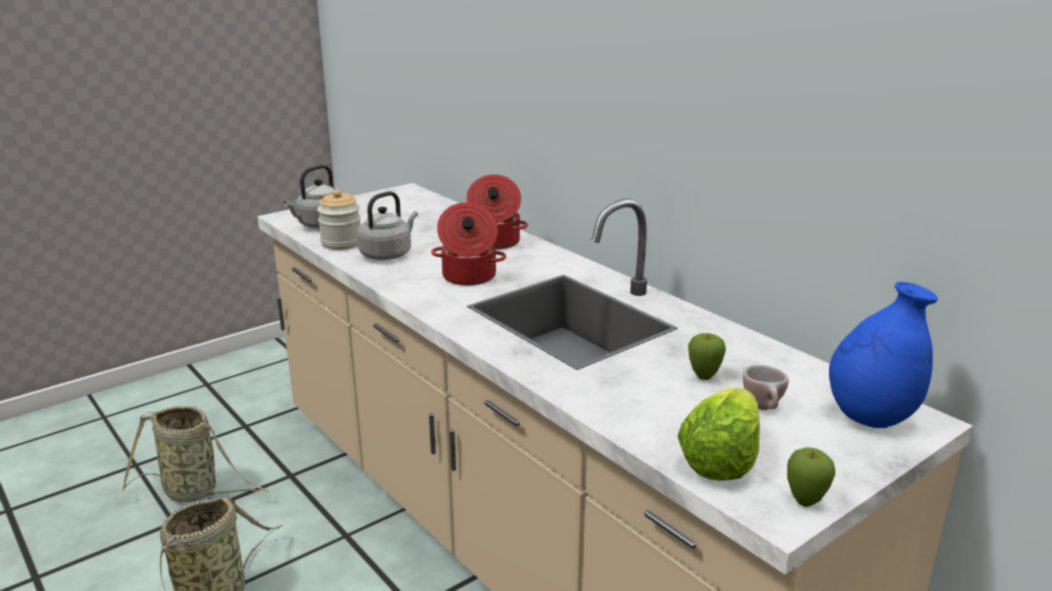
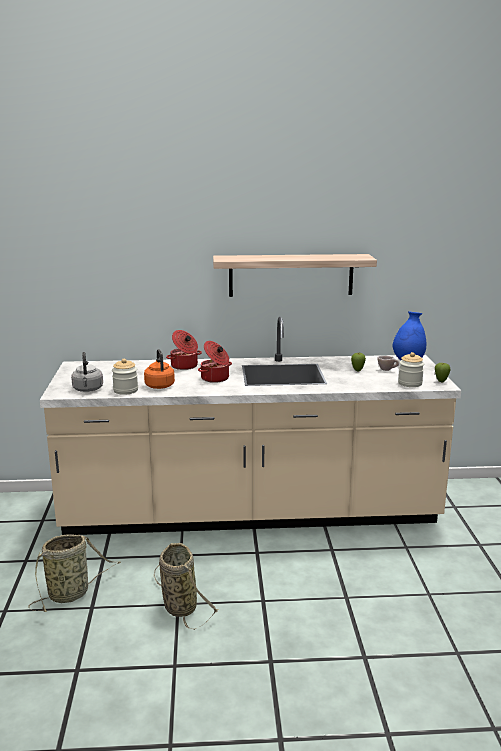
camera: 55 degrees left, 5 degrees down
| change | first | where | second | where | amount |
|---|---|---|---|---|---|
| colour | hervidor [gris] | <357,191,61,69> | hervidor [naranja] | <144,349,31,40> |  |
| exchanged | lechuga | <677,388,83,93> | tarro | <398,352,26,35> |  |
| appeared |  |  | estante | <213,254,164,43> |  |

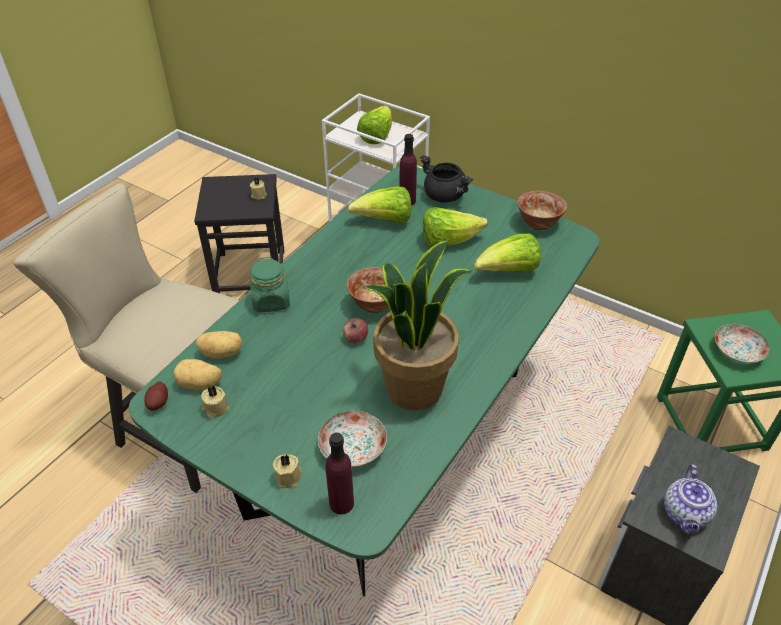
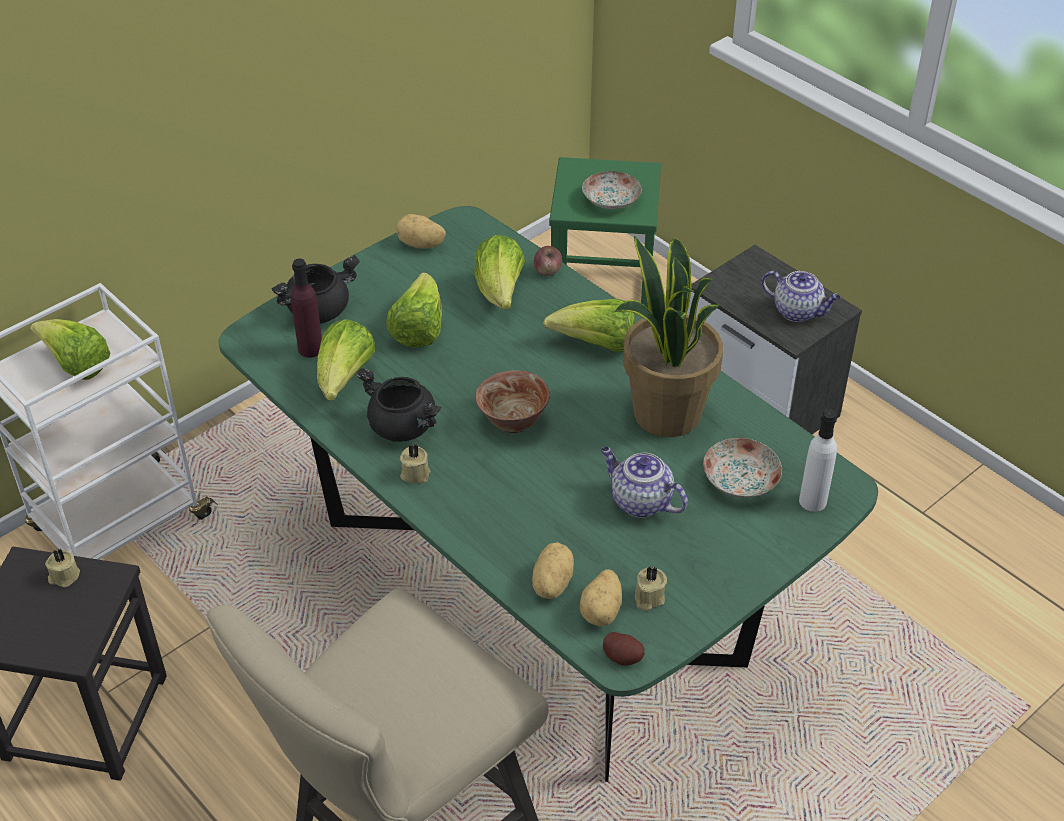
camera: 75 degrees left, 0 degrees up
| change | first | where | second | where | amount |
|---|---|---|---|---|---|
| missing | tarro [verde] | <250,257,40,55> |  |  |  |
| relocated | vela [beis] | <273,454,29,35> |  | <400,444,30,40> |  |
| colour | botella [morado] | <326,433,28,81> | botella [blanco] | <799,409,38,103> |  |
| relocated | manzana | <343,318,25,25> |  | <534,246,28,30> |  |
| exchanged | cuenco | <517,191,50,39> | patata | <396,214,50,35> |  |
| appeared |  |  | olla [negro] | <356,368,85,74> |  |
| appeared |  |  | lechuga | <543,299,92,53> |  |
| appeared |  |  | tetera | <601,447,87,71> |  |

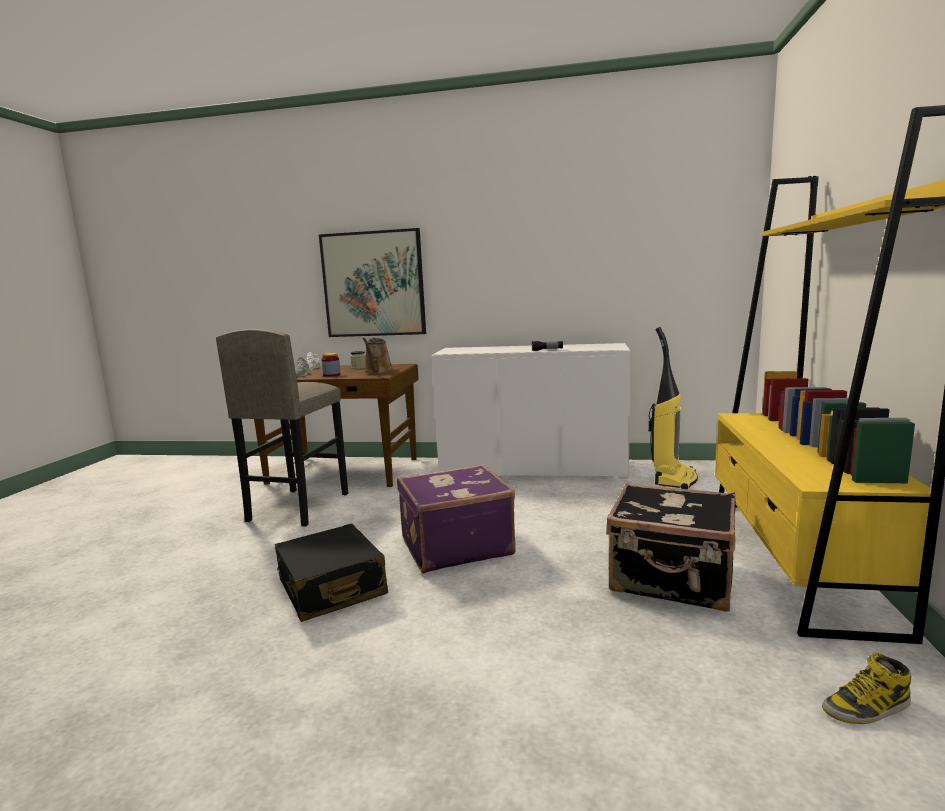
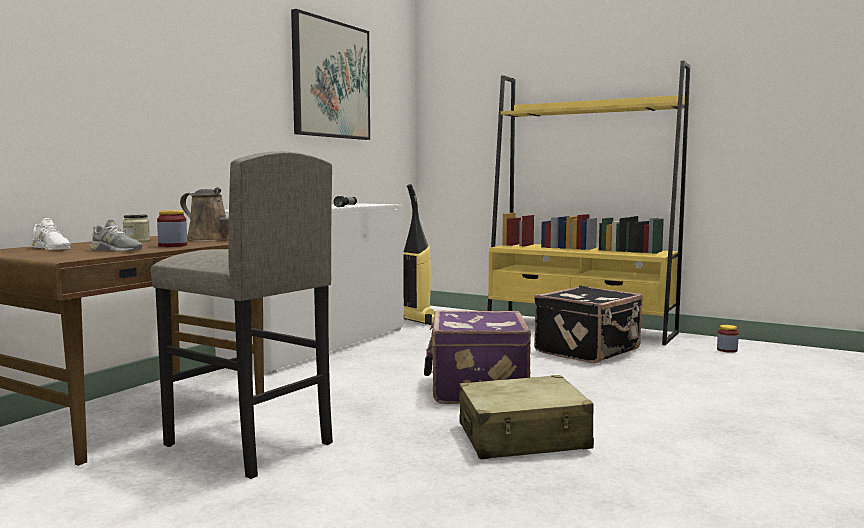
camera: 70 degrees left, 5 degrees down
| change | first | where | second | where | amount |
|---|---|---|---|---|---|
| colour | maleta [negro] | <275,524,113,98> | maleta [beis] | <459,375,135,84> |  |
| relocated | cuadro | <319,228,107,109> |  | <291,9,79,131> |  |
| exchanged | bota | <822,653,89,71> | tarro | <717,325,22,28> |  |

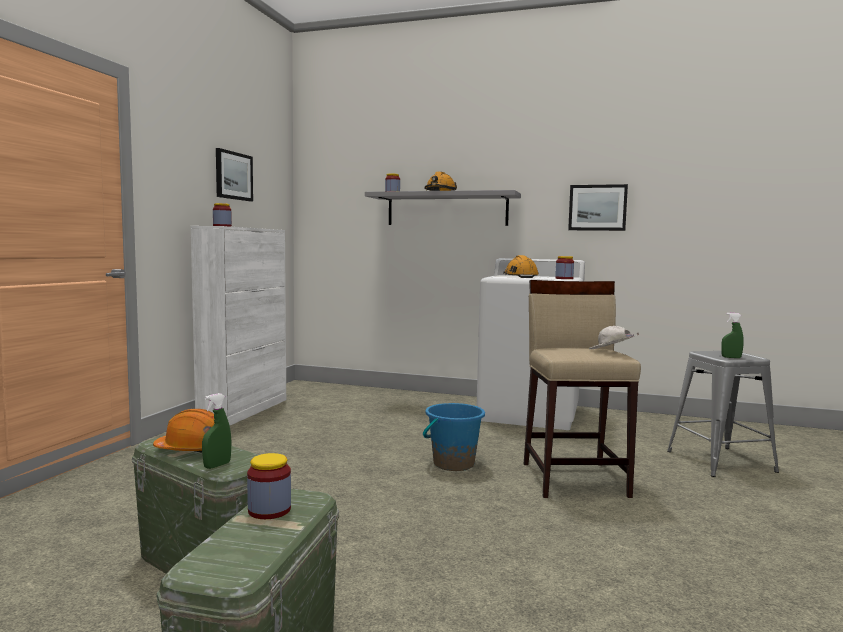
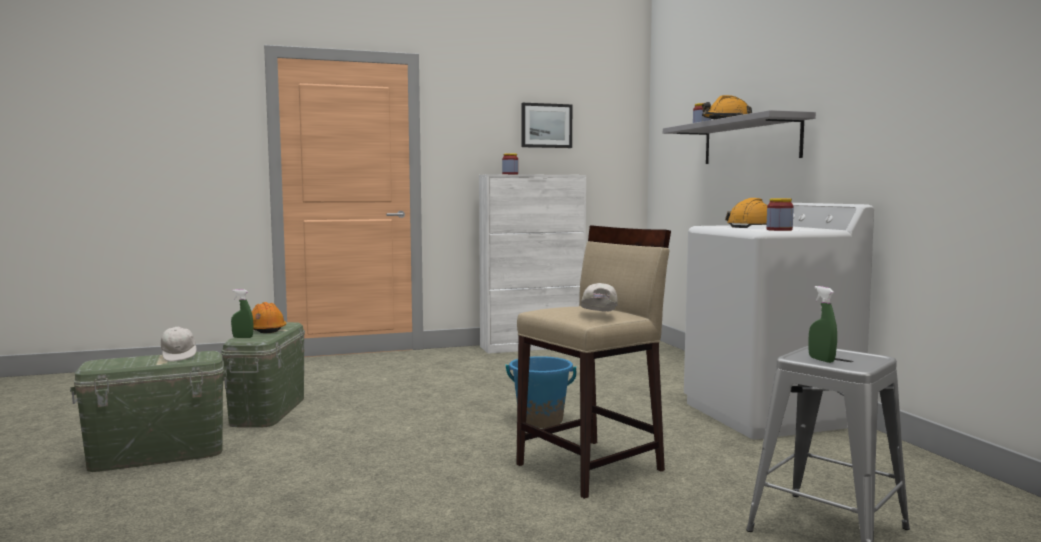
camera: 55 degrees right, 0 degrees up
| change | first | where | second | where | amount |
|---|---|---|---|---|---|
| exchanged | tarro | <247,453,44,66> | gorra [blanco] | <161,326,35,36> |  |
| missing | cuadro | <568,184,60,47> |  |  |  |

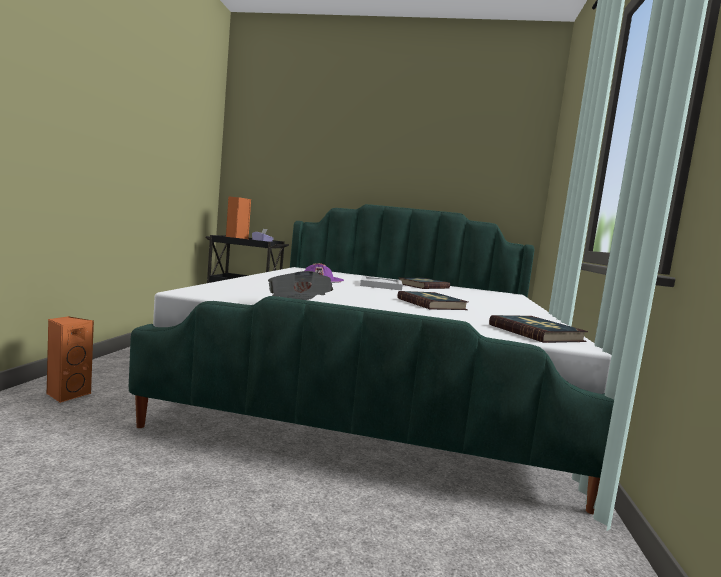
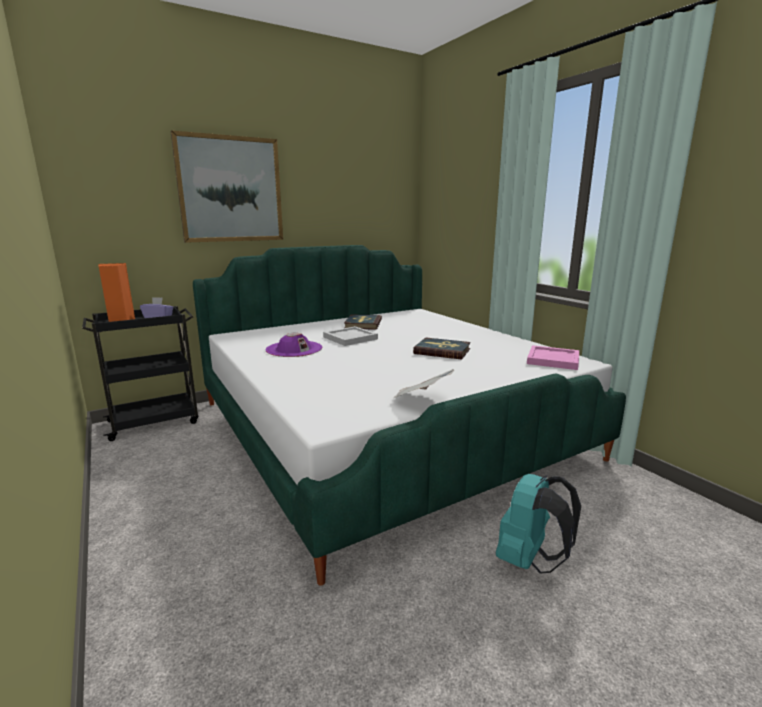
camera: 40 degrees left, 10 degrees up
| change | first | where | second | where | amount |
|---|---|---|---|---|---|
| missing | altavoz [naranja] | <46,316,48,87> |  |  |  |
| exchanged | libro | <489,315,99,28> | bandeja [rosa] | <527,345,52,25> |  |
| appeared |  |  | cuadro | <170,130,113,113> |  |
| appeared |  |  | mochila [turquesa] | <496,474,85,100> |  |

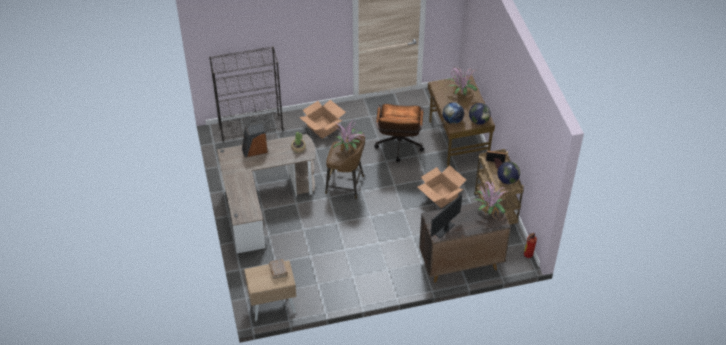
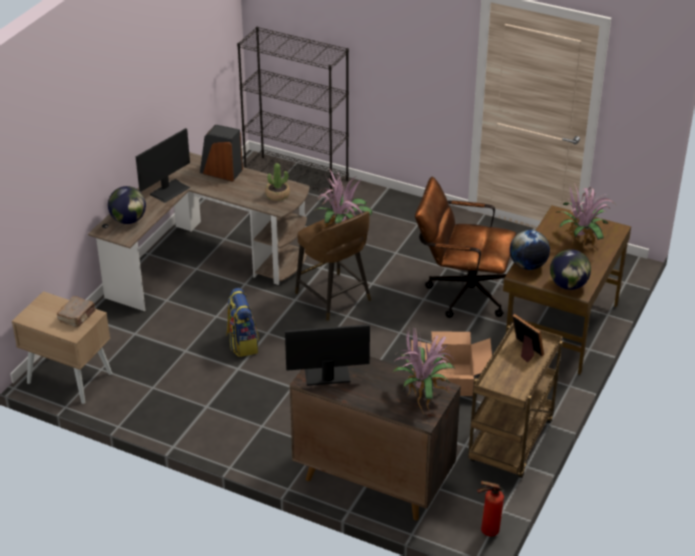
camera: 40 degrees right, 10 degrees down
| change | first | where | second | where | amount |
|---|---|---|---|---|---|
| missing | caja de cartón | <299,100,47,39> |  |  |  |
| spun | silla de oficina [marrón] | <374,104,50,58> |  | <415,177,101,141> | 60 degrees clockwise |
| relocated | globo terráqueo | <497,162,23,22> |  | <108,186,38,38> |  |
| appeared |  |  | monitor | <136,128,55,75> |  |
| appeared |  |  | mochila | <226,288,33,69> |  |

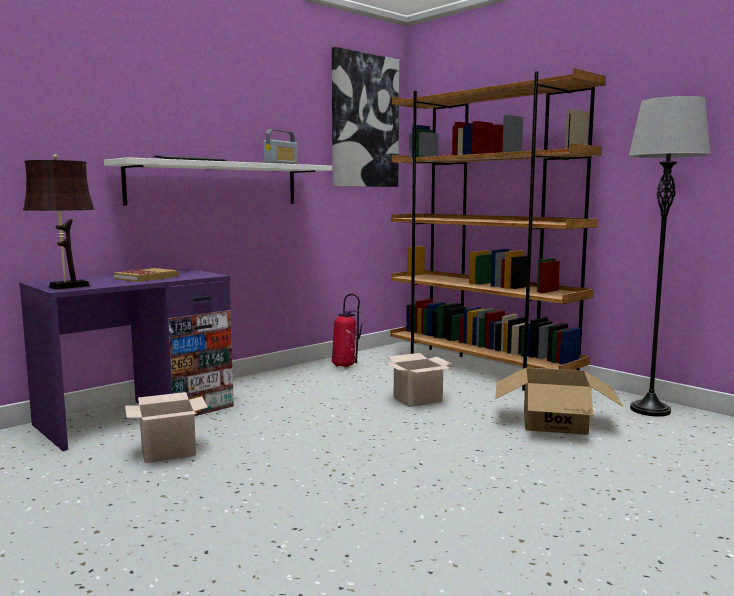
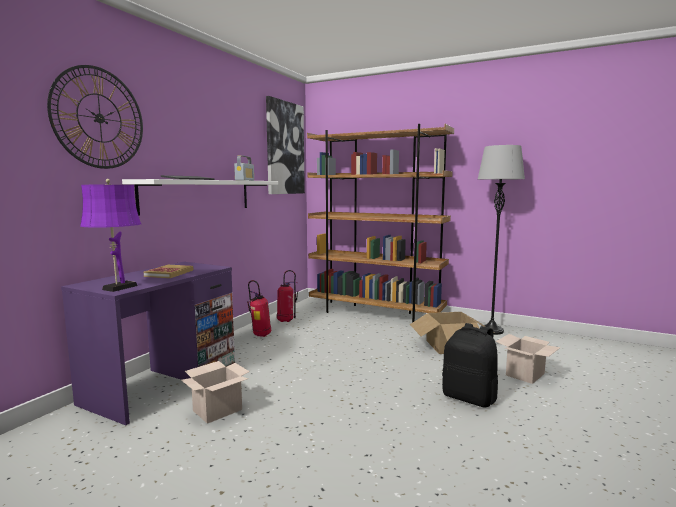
camera: 20 degrees left, 0 degrees up
| change | first | where | second | where | amount |
|---|---|---|---|---|---|
| colour | lámpara de mesa [marrón] | <23,154,72,136> | lámpara de mesa [morado] | <80,179,61,113> |  |
| relocated | caja de cartón | <386,353,66,54> |  | <496,334,65,50> |  |
| appeared |  |  | reloj de pared | <47,65,96,104> |  |
| appeared |  |  | extintor | <247,280,24,57> |  |
| appeared |  |  | mochila [negro] | <442,323,56,85> |  |

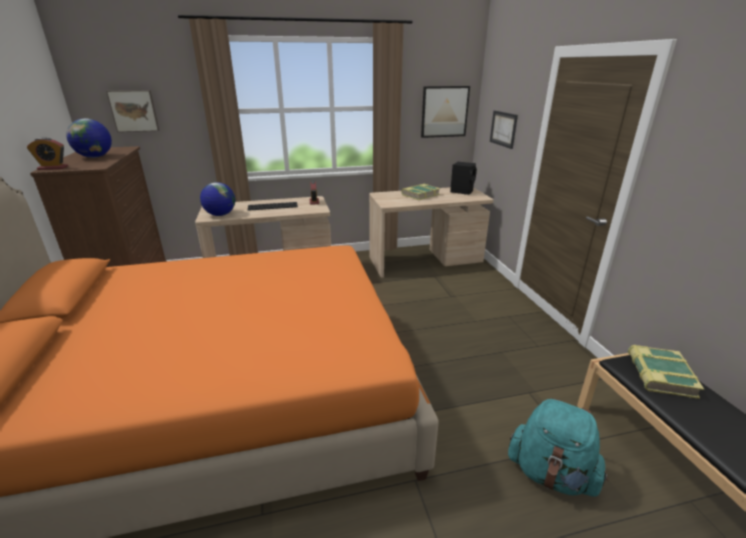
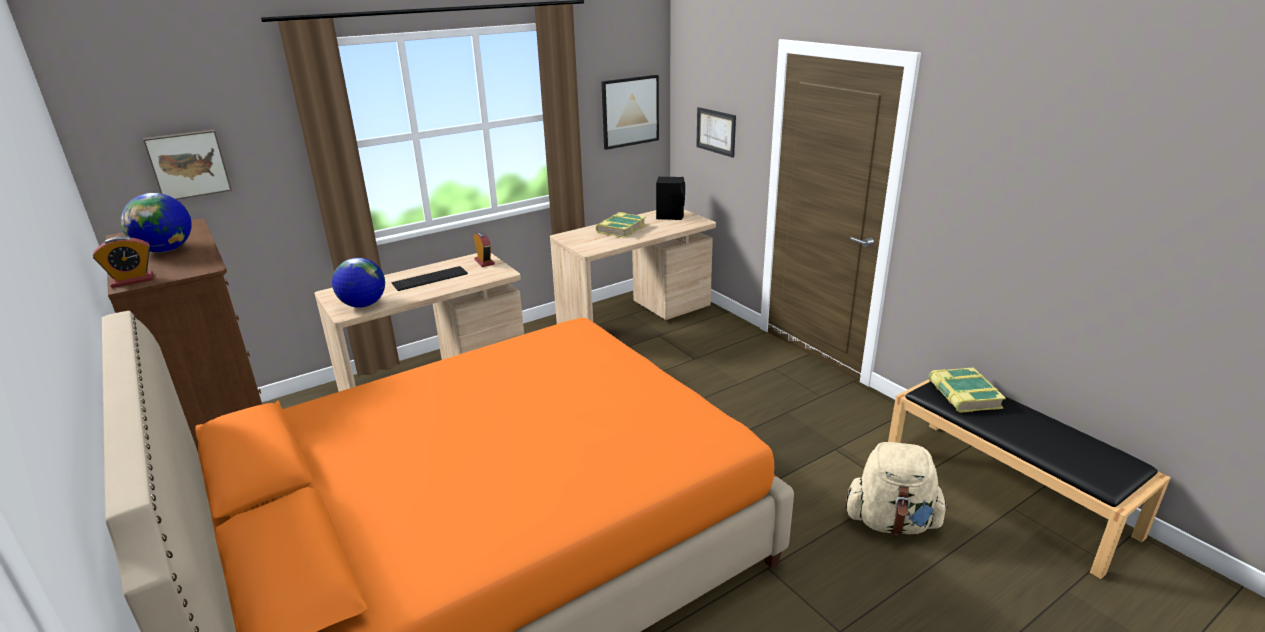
camera: 20 degrees left, 0 degrees up
| change | first | where | second | where | amount |
|---|---|---|---|---|---|
| colour | mochila [turquesa] | <508,398,101,99> | mochila [beis] | <846,442,102,93> |  |

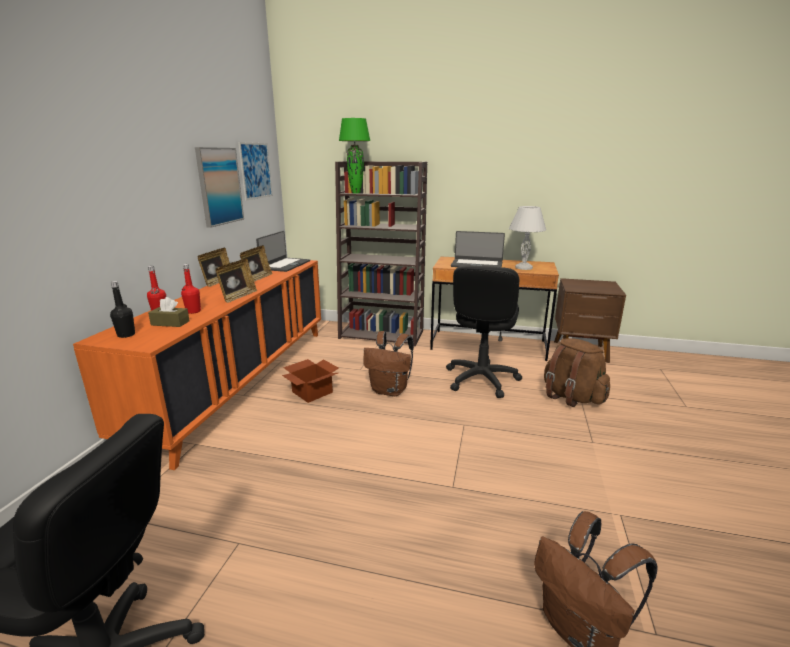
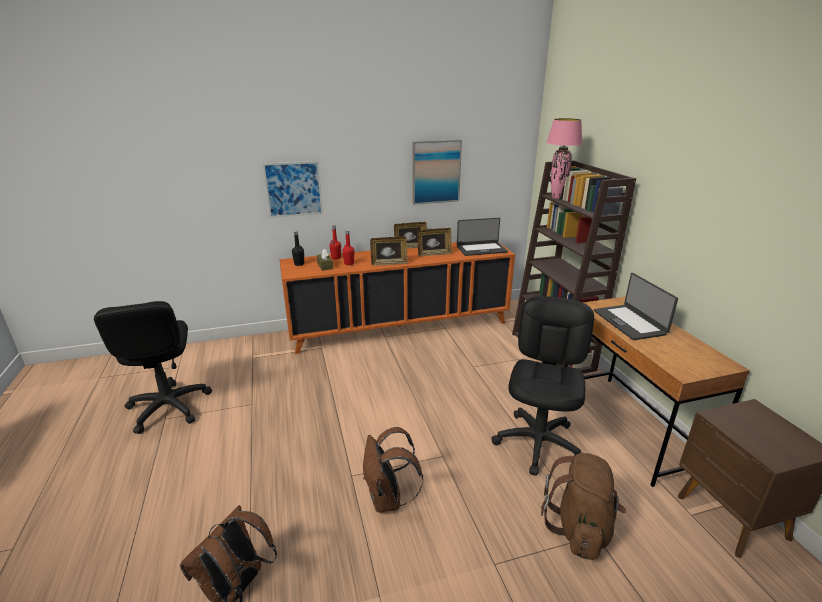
camera: 60 degrees right, 5 degrees up
| change | first | where | second | where | amount |
|---|---|---|---|---|---|
| relocated | cuadro | <238,142,35,59> |  | <263,161,60,57> |  |
| missing | caja de cartón | <282,359,56,44> |  |  |  |
| colour | lámpara de mesa [verde] | <339,118,32,76> | lámpara de mesa [rosa] | <546,118,37,81> |  |
| relocated | mochila [marrón] | <363,331,51,65> |  | <363,427,60,85> |  |
| spun | silla de oficina [negro] | <446,265,76,133> |  | <491,296,103,180> | 120 degrees clockwise |
| missing | lámpara de mesa [blanco] | <509,206,37,64> |  |  |  |

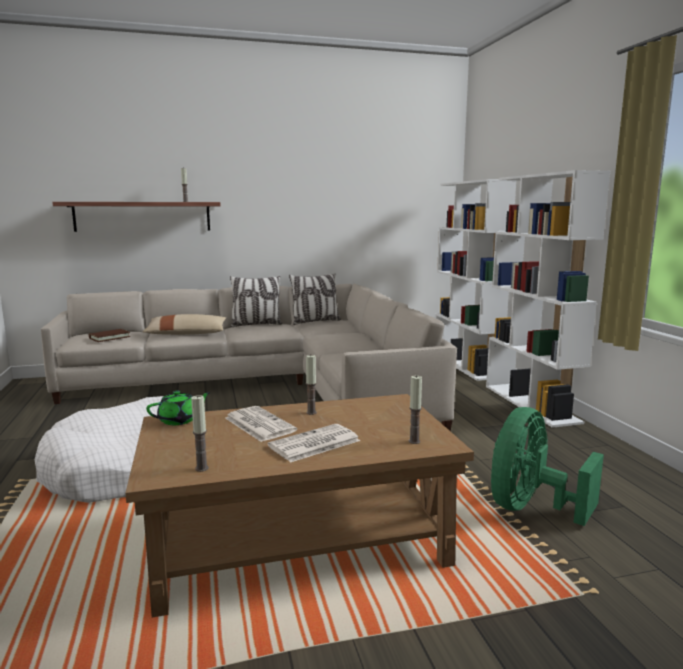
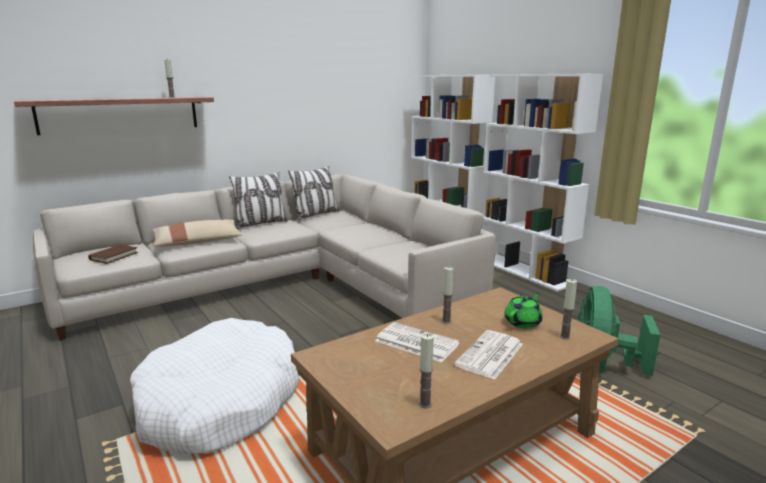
camera: 20 degrees left, 5 degrees up
| change | first | where | second | where | amount |
|---|---|---|---|---|---|
| relocated | tetera [verde] | <146,391,65,34> |  | <504,293,39,35> |  |

